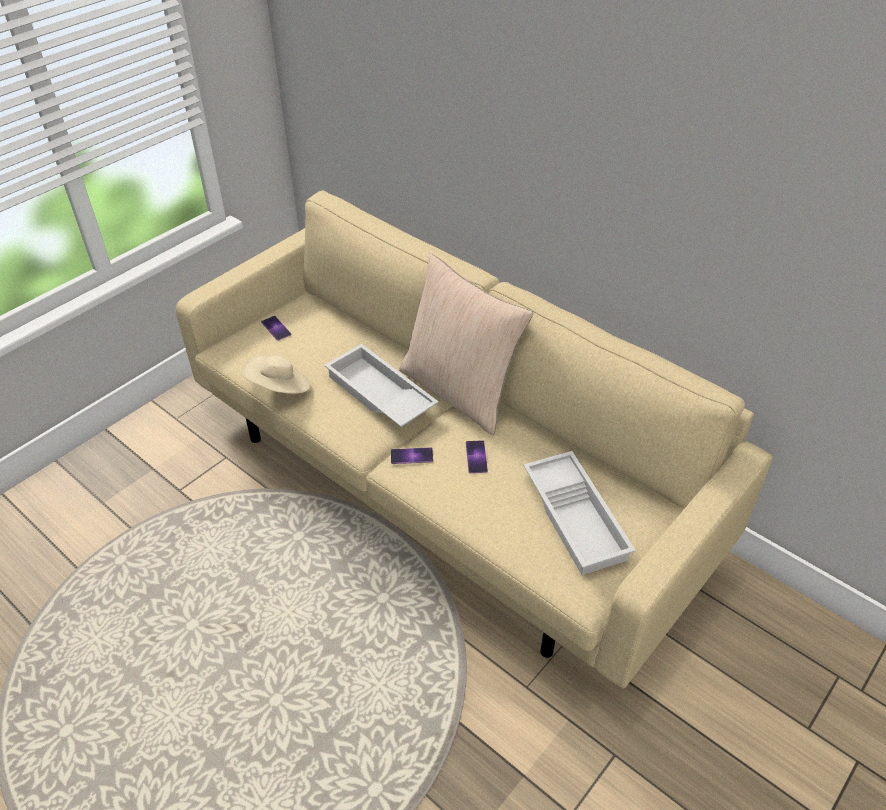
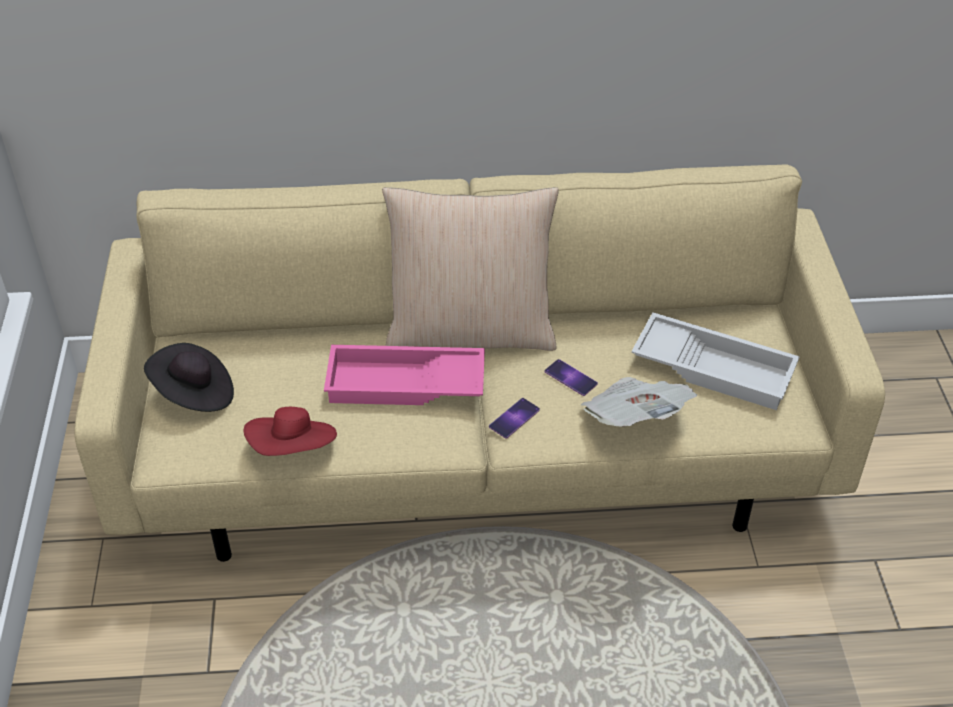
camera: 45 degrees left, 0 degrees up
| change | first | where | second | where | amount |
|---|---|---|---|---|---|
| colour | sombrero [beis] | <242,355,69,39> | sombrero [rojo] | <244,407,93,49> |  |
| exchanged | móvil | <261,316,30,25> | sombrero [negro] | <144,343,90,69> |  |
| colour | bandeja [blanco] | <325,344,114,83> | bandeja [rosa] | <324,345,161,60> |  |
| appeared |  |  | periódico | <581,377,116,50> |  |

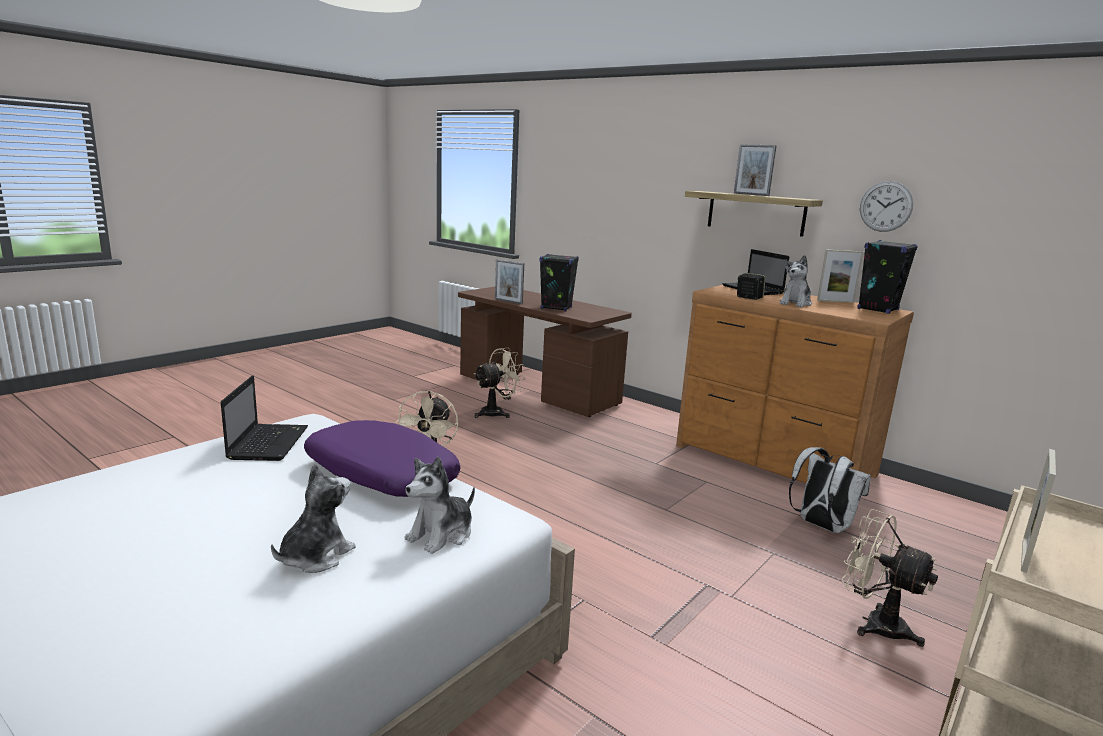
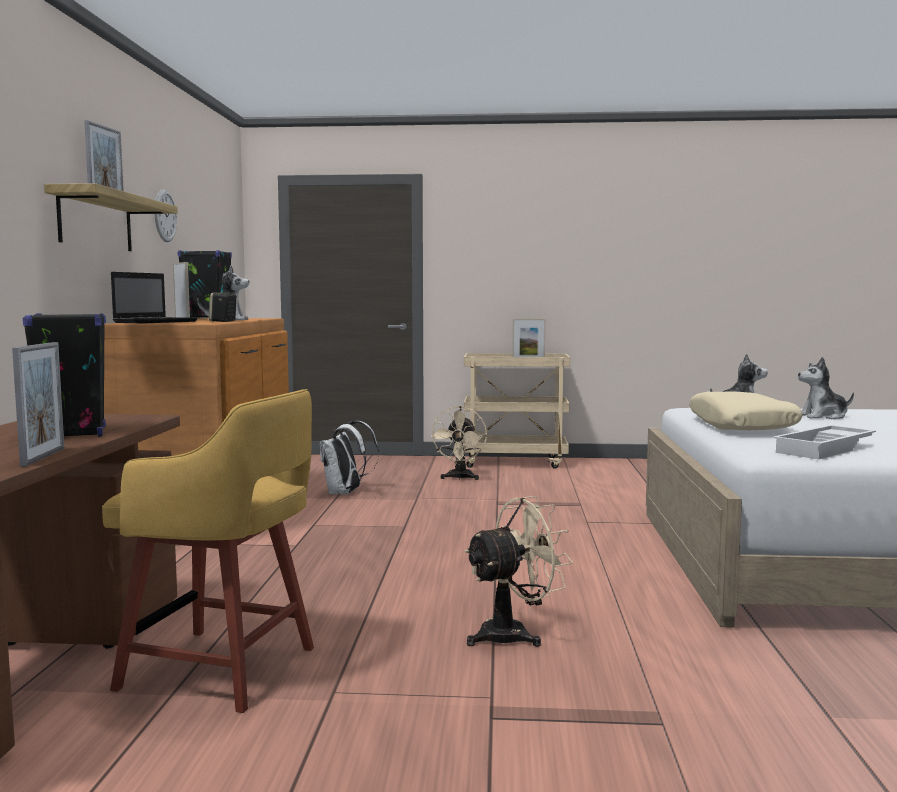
camera: 125 degrees left, 10 degrees down
| change | first | where | second | where | amount |
|---|---|---|---|---|---|
| exchanged | portátil | <221,375,87,86> | bandeja [blanco] | <773,425,103,34> |  |
| colour | cojín [morado] | <304,420,157,77> | cojín [beis] | <689,391,113,39> |  |
| exchanged | ventilador [beis] | <474,347,51,71> | taburete [amarillo] | <102,389,212,324> |  |

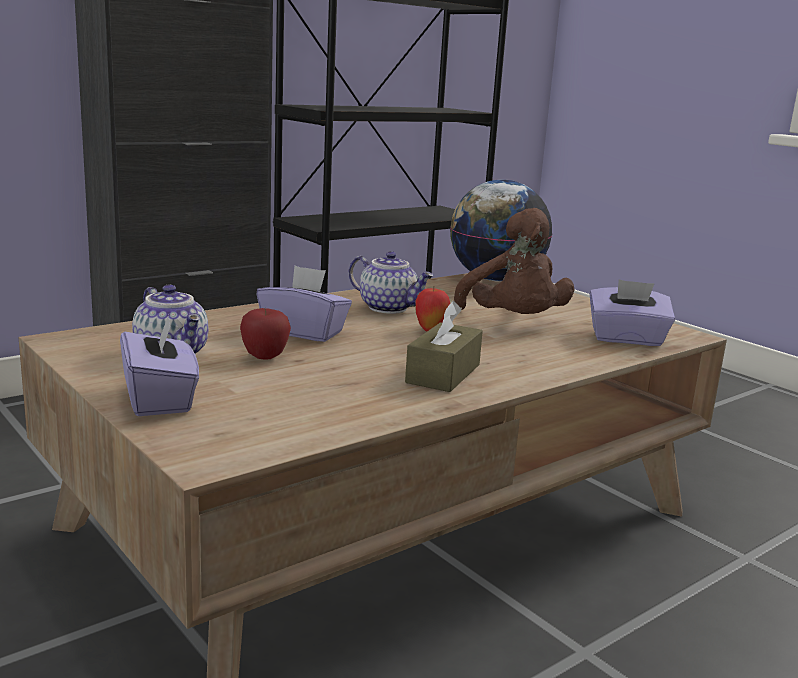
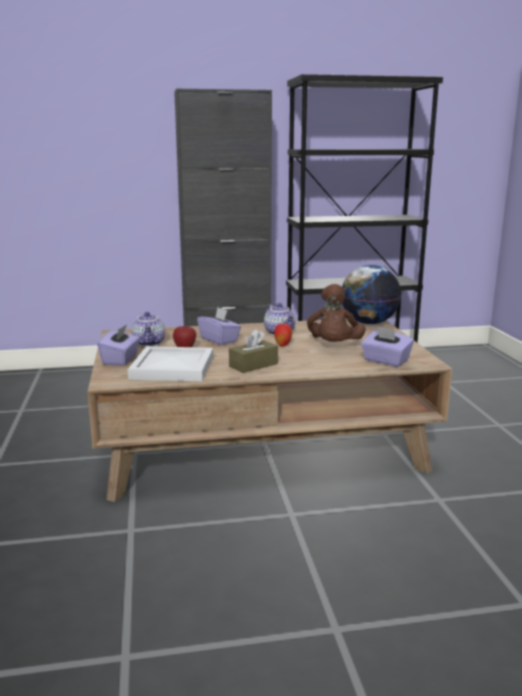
camera: 30 degrees right, 0 degrees up
| change | first | where | second | where | amount |
|---|---|---|---|---|---|
| appeared |  |  | bandeja [blanco] | <128,346,85,35> |  |

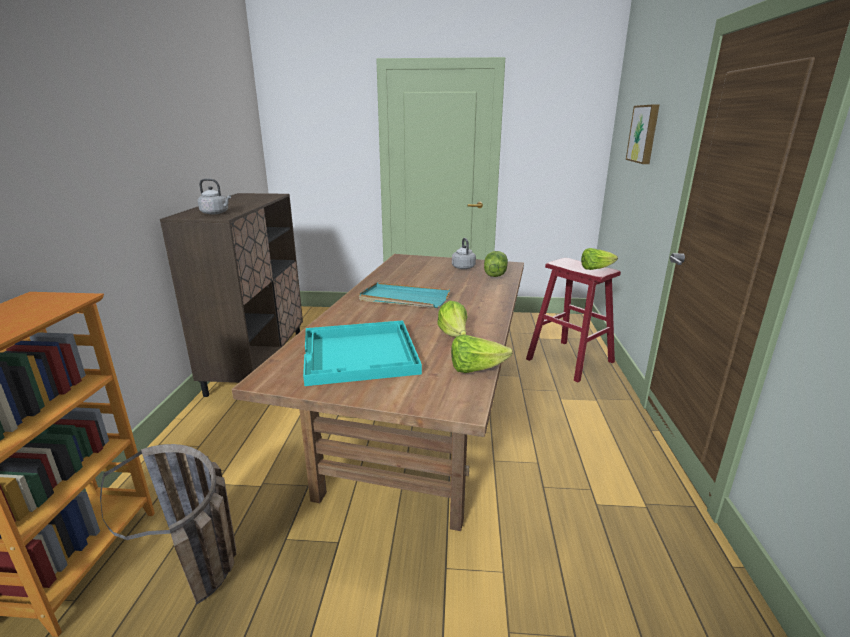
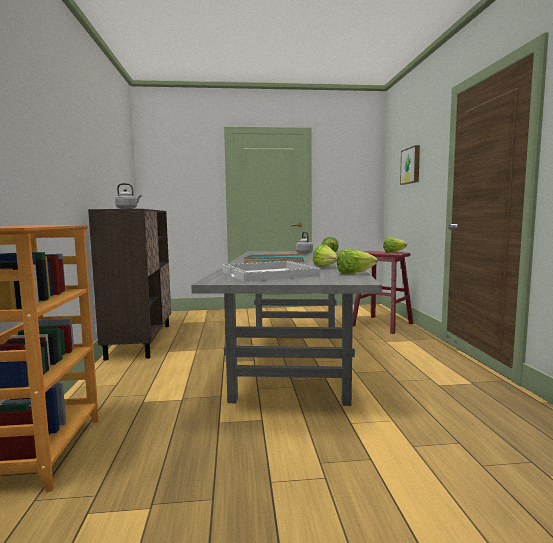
camera: 10 degrees left, 15 degrees down
| change | first | where | second | where | amount |
|---|---|---|---|---|---|
| missing | cesta | <100,444,136,161> |  |  |  |
| colour | mesa de comedor [marrón] | <232,254,292,277> | mesa de comedor [gris] | <191,251,191,155> |  |
| colour | bandeja [turquesa] | <303,320,119,66> | bandeja [blanco] | <222,261,99,21> |  |

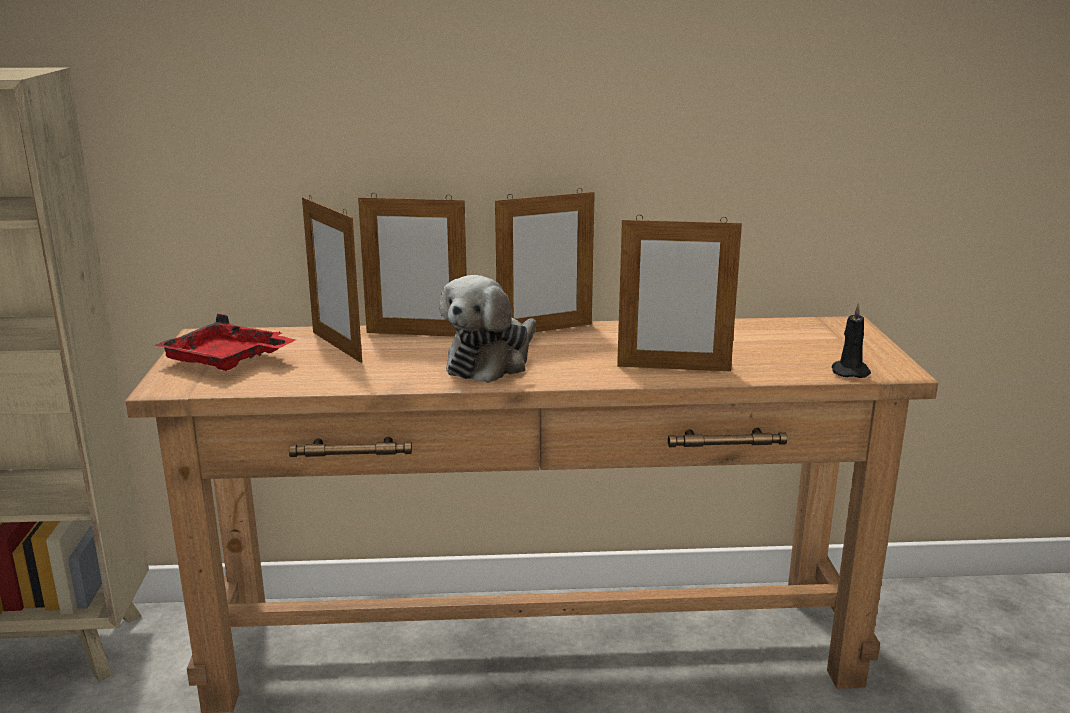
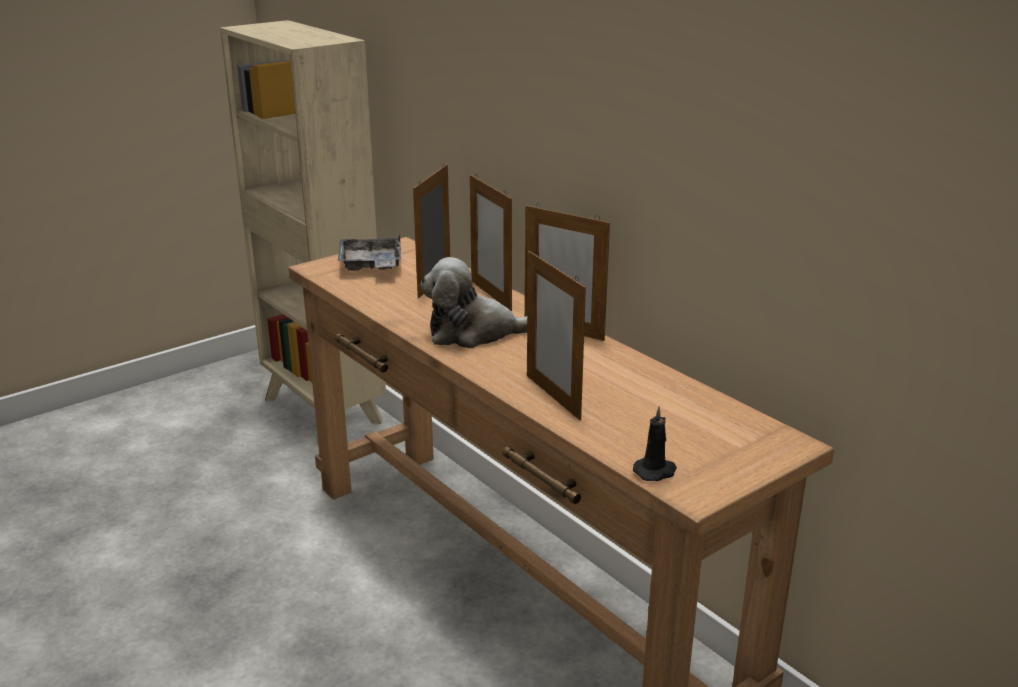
camera: 55 degrees right, 5 degrees up
| change | first | where | second | where | amount |
|---|---|---|---|---|---|
| colour | bandeja [rojo] | <155,314,141,57> | bandeja [gris] | <338,233,63,38> |  |

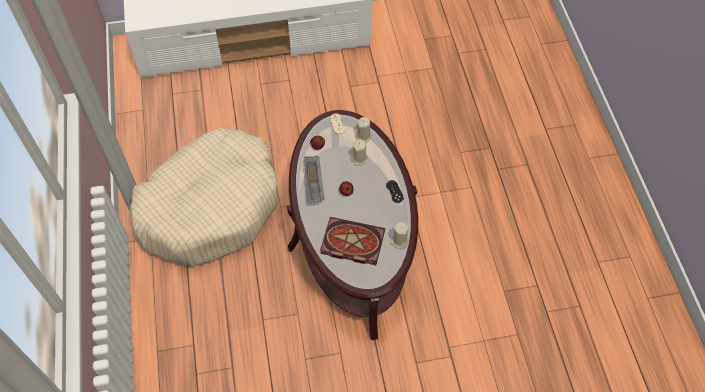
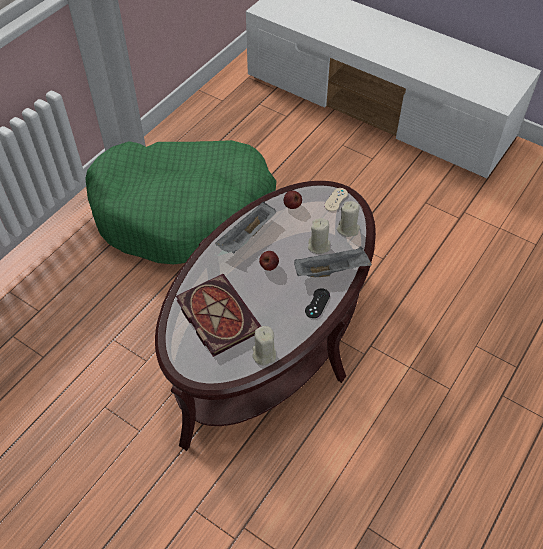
camera: 45 degrees right, 5 degrees down
| change | first | where | second | where | amount |
|---|---|---|---|---|---|
| colour | cama para perro [beis] | <129,128,150,138> | cama para perro [verde] | <85,140,192,124> |  |
| appeared |  |  | bandeja [gris] | <294,246,78,31> |  |

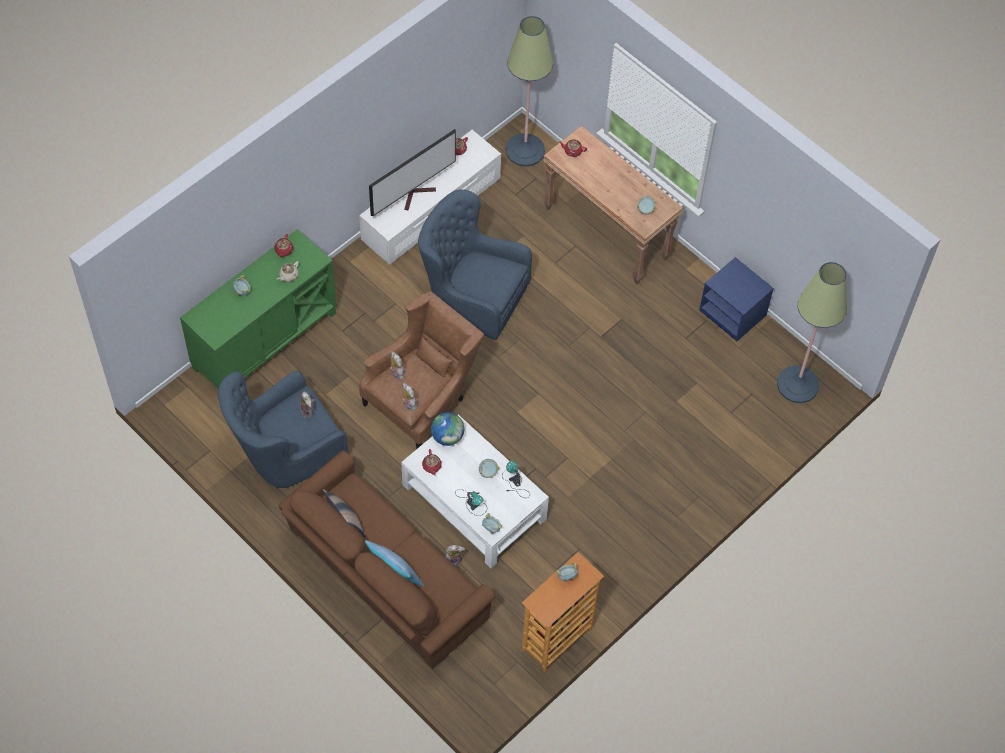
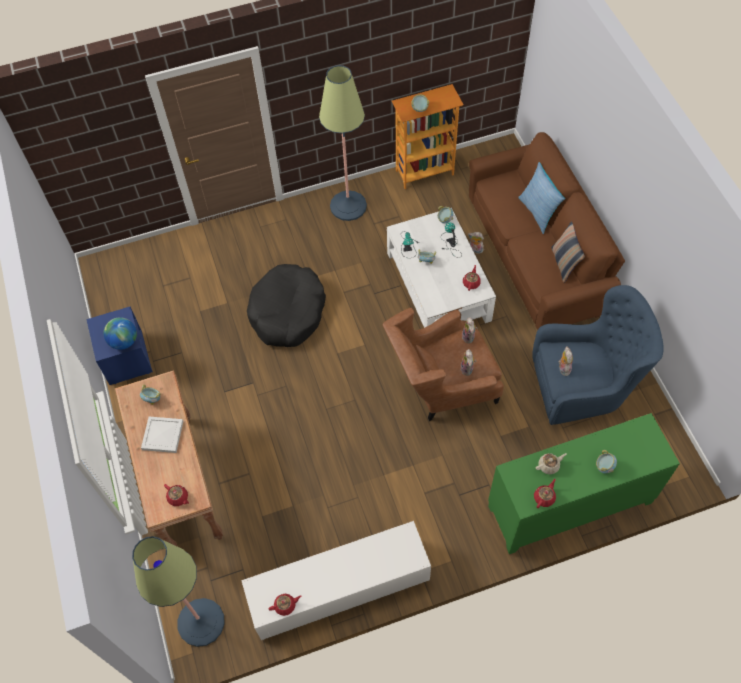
camera: 150 degrees left, 0 degrees up
| change | first | where | second | where | amount |
|---|---|---|---|---|---|
| missing | televisor | <369,129,87,87> |  |  |  |
| missing | sillón [azul] | <418,189,114,151> |  |  |  |
| relocated | globo terráqueo | <431,412,33,34> |  | <103,317,34,33> |  |
| relocated | lámpara de pie | <777,262,70,141> |  | <319,65,48,156> |  |
| appeared |  |  | bandeja [blanco] | <141,416,42,37> |  |
| appeared |  |  | cama para perro [negro] | <247,264,79,83> |  |

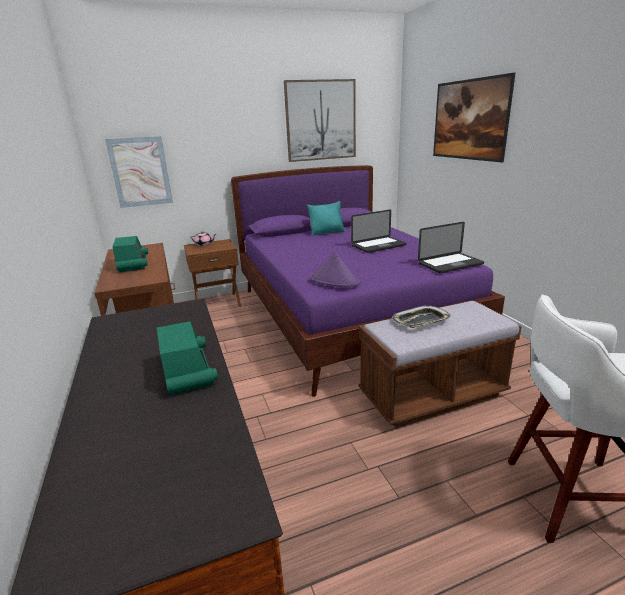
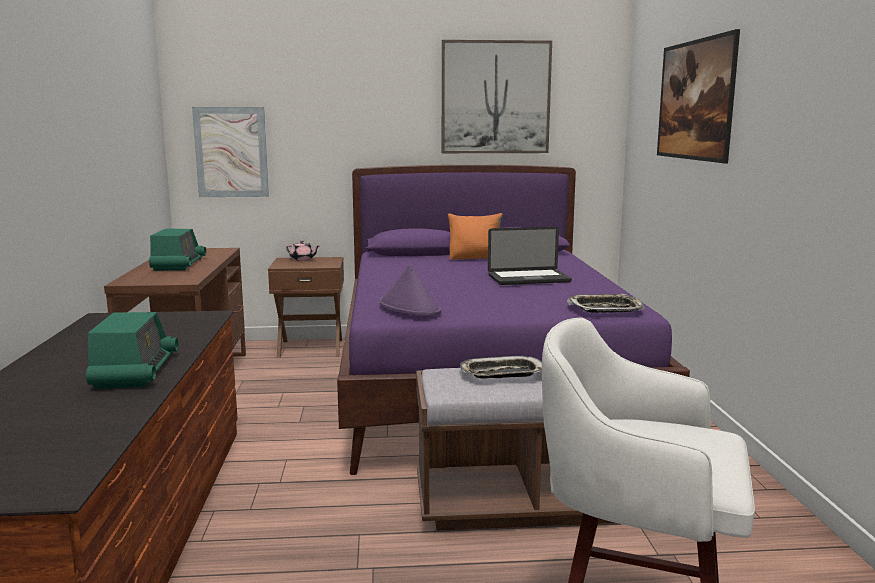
camera: 15 degrees right, 10 degrees down
| change | first | where | second | where | amount |
|---|---|---|---|---|---|
| colour | cojín [turquesa] | <307,201,38,35> | cojín [naranja] | <448,213,54,47> |  |
| exchanged | portátil | <418,222,66,51> | bandeja | <567,294,78,19> |  |

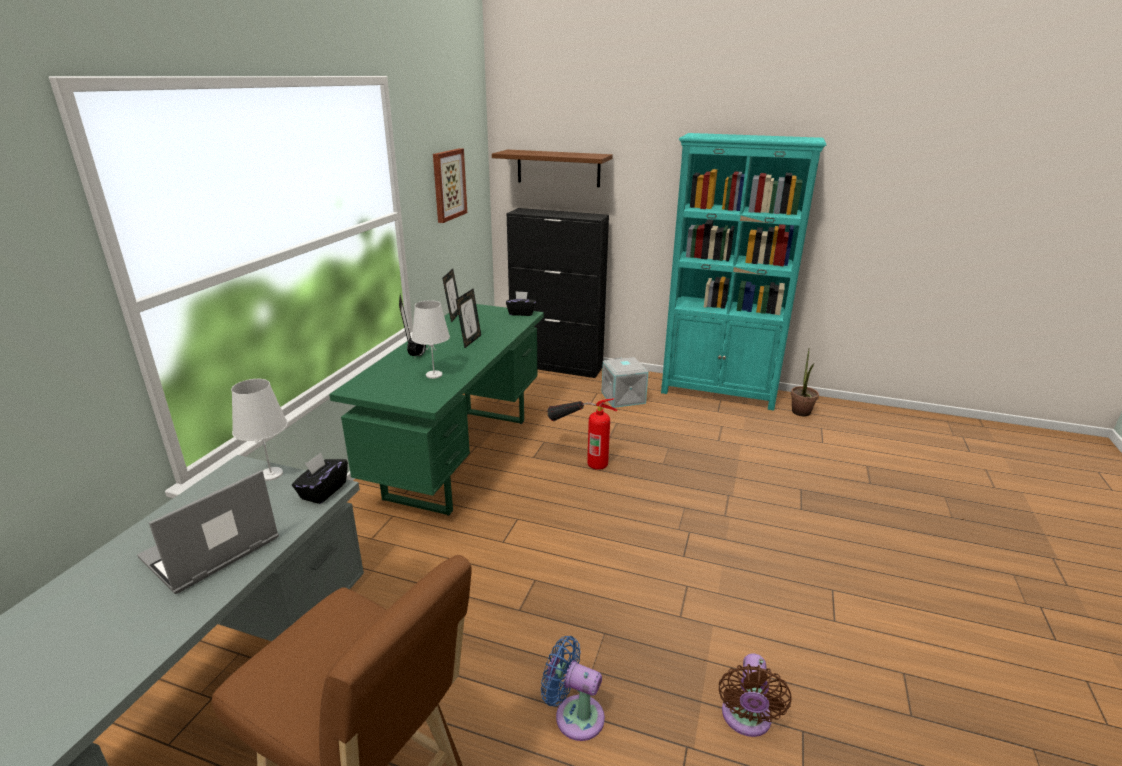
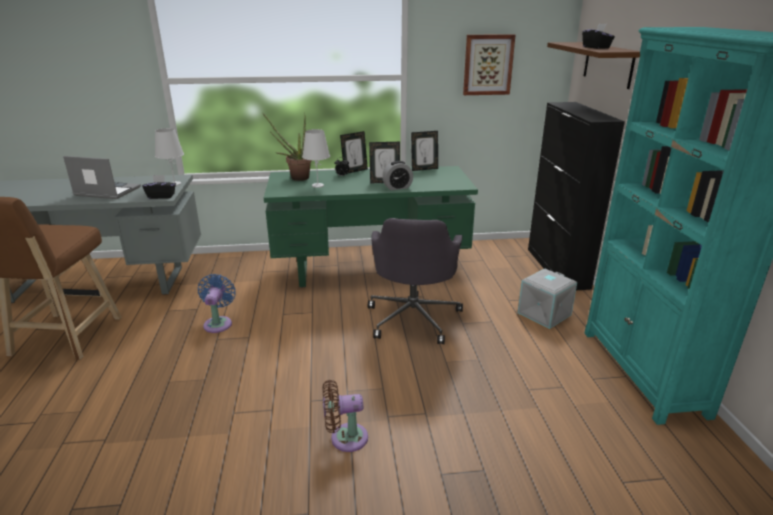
camera: 65 degrees right, 0 degrees up
| change | first | where | second | where | amount |
|---|---|---|---|---|---|
| relocated | caja de pañuelos [negro] | <506,291,30,25> |  | <582,24,33,25> |  |
| relocated | ventilador [azul] | <541,636,64,105> |  | <198,274,38,59> |  |
| exchanged | extintor | <547,398,71,72> | silla de oficina [gris] | <368,218,95,126> |  |
| relocated | ventilador [marrón] | <719,653,73,84> |  | <323,380,45,72> |  |
| relocated | planta en maceta | <791,350,28,66> |  | <263,113,49,68> |  |
| appeared |  |  | despertador | <382,161,31,29> |  |

